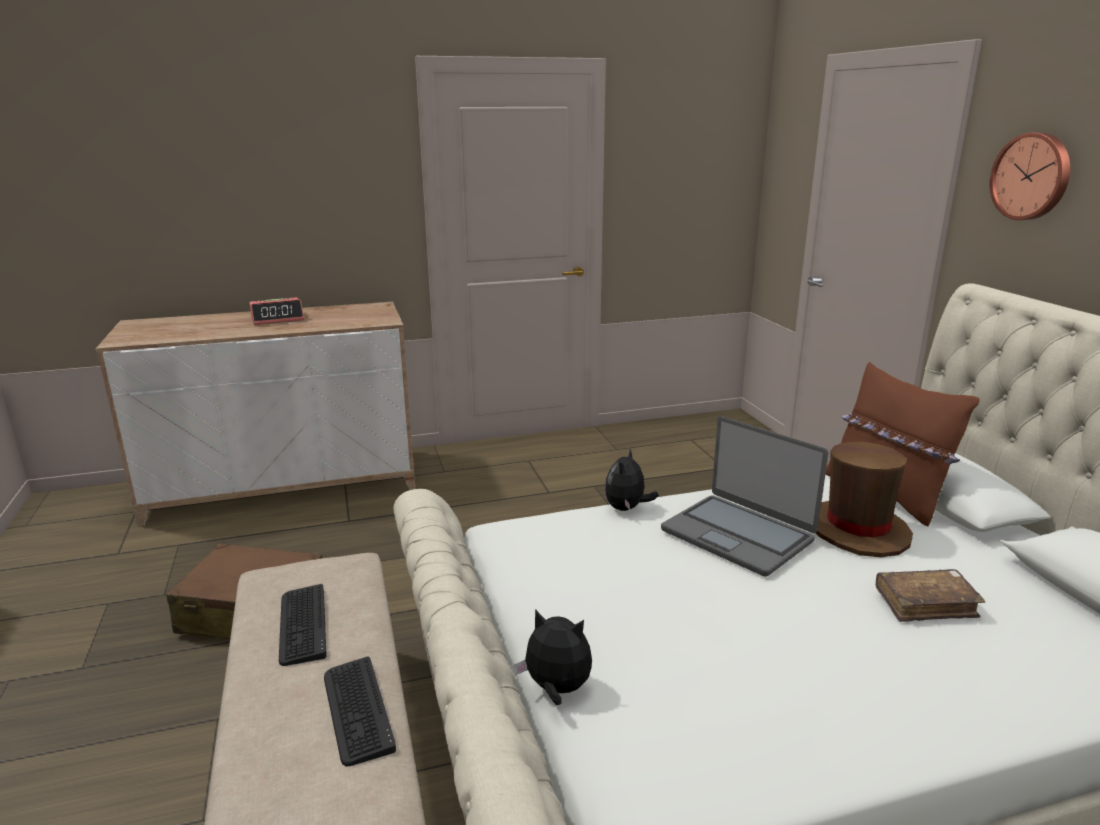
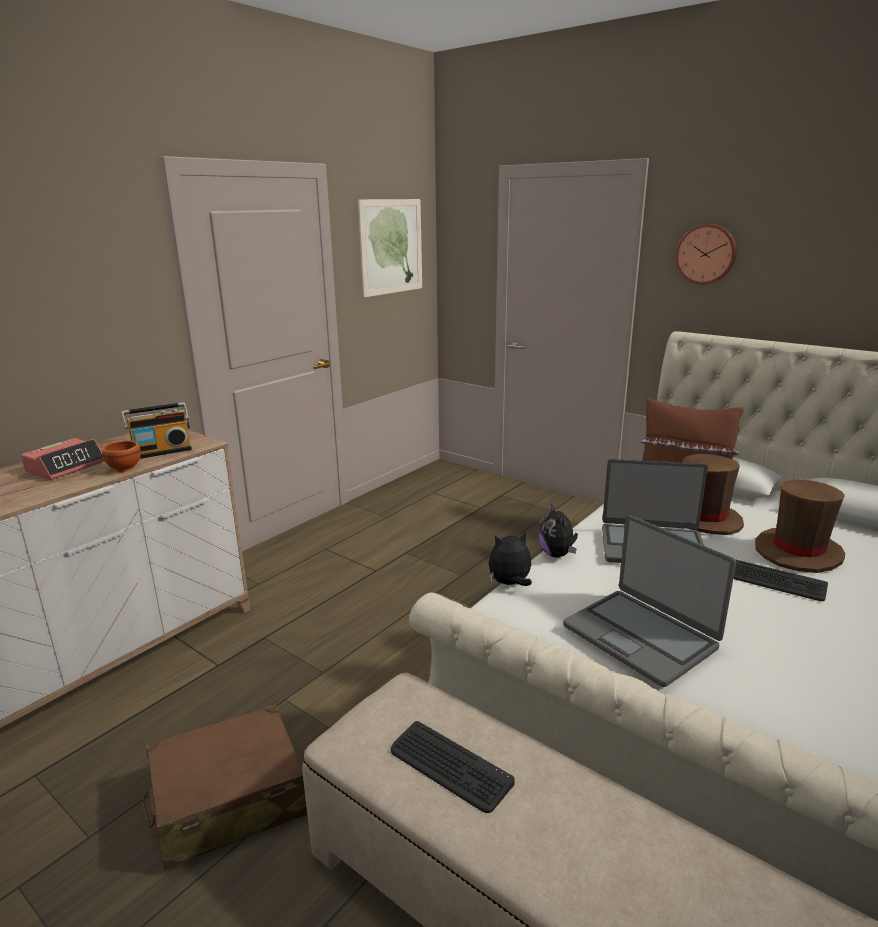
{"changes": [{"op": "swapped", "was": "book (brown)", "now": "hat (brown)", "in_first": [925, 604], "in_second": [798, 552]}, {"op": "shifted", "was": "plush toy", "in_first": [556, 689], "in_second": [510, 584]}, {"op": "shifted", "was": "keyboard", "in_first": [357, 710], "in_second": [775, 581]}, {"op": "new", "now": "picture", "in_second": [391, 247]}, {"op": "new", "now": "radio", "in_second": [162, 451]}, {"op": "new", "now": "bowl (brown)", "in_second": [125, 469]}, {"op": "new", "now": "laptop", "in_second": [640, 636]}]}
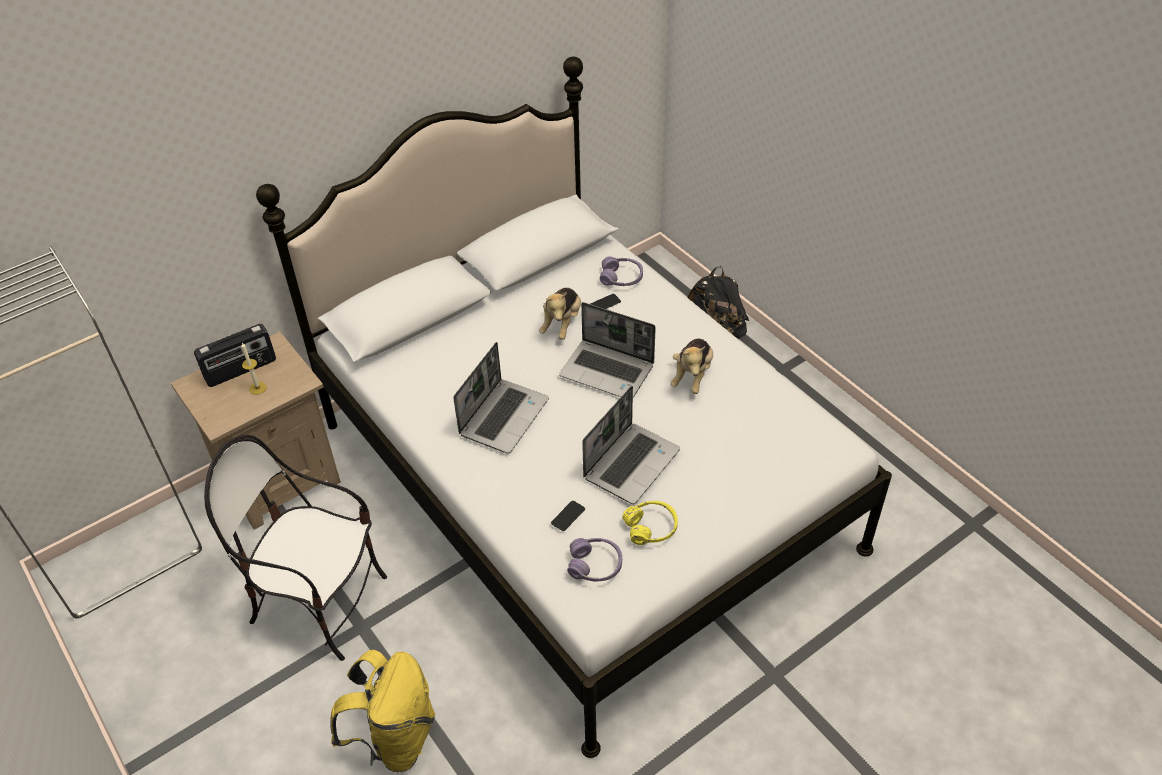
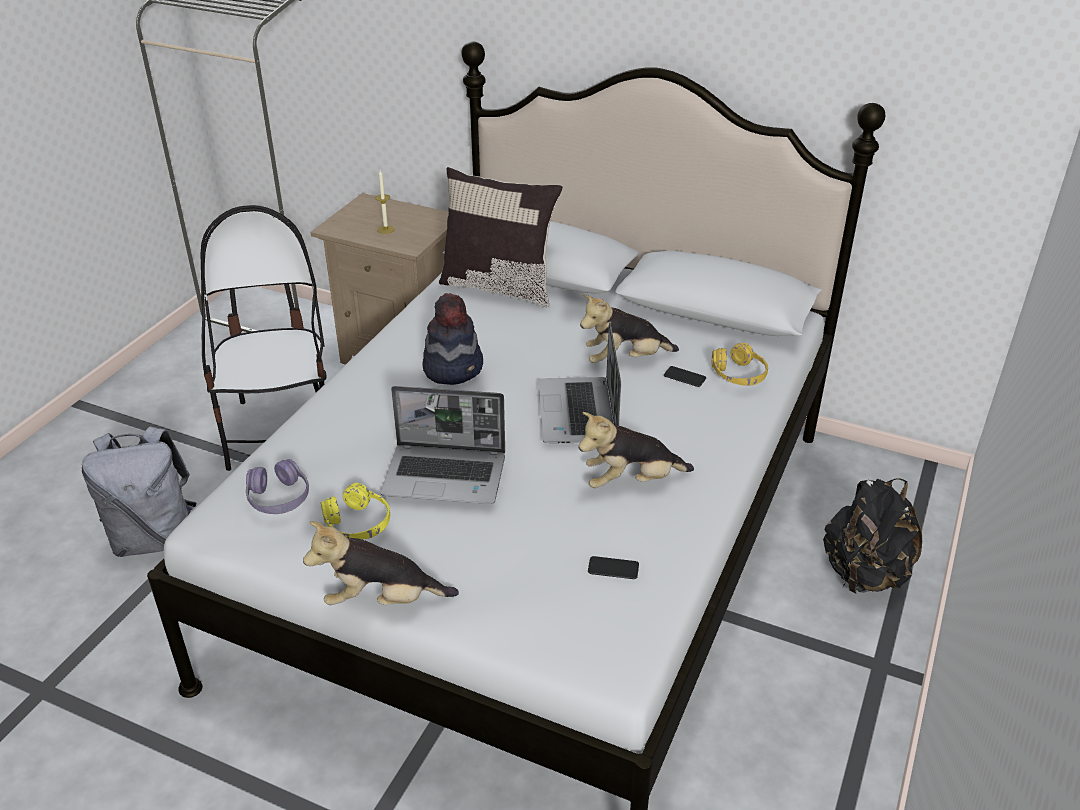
{"changes": [{"op": "repainted", "was": "headphones (purple)", "now": "headphones (yellow)", "in_first": [621, 278], "in_second": [738, 375]}, {"op": "gone", "was": "radio", "in_first": [241, 370]}, {"op": "swapped", "was": "laptop", "now": "hat", "in_first": [504, 416], "in_second": [454, 368]}, {"op": "shifted", "was": "phone", "in_first": [568, 516], "in_second": [613, 568]}, {"op": "repainted", "was": "backpack (yellow)", "now": "backpack (grey)", "in_first": [395, 738], "in_second": [155, 538]}, {"op": "new", "now": "pillow", "in_second": [499, 287]}, {"op": "new", "now": "plush toy", "in_second": [382, 600]}]}
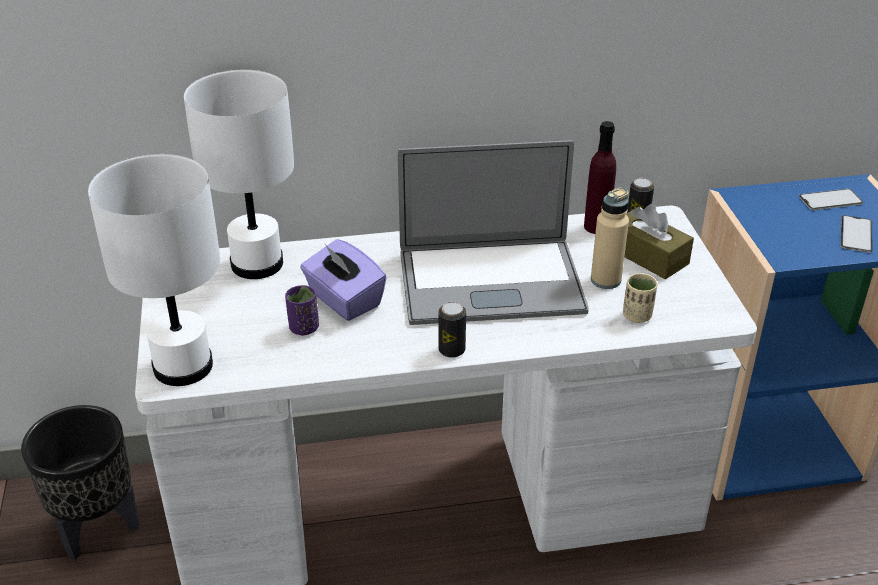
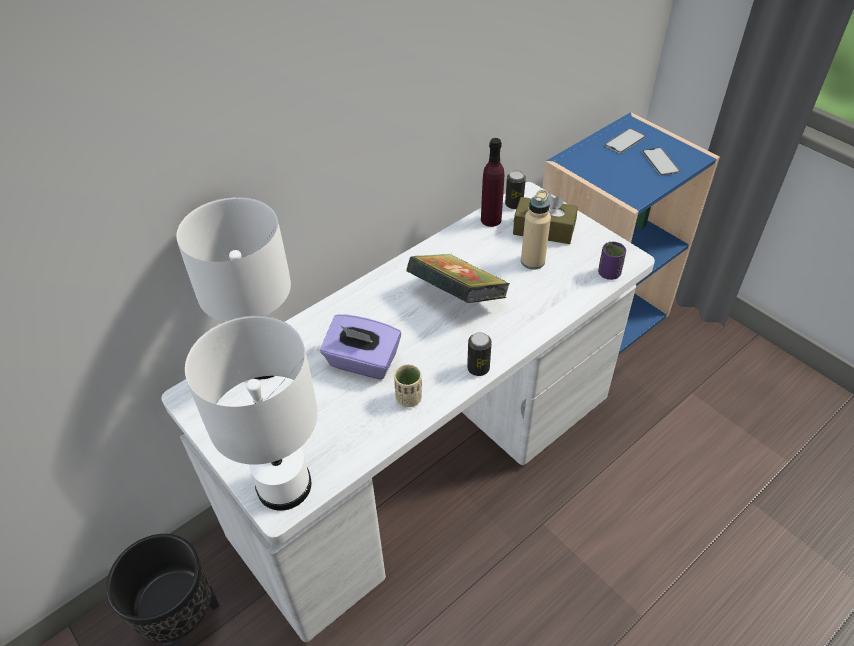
{"changes": [{"op": "swapped", "was": "laptop", "now": "book", "in_first": [490, 282], "in_second": [457, 297]}, {"op": "shifted", "was": "cup (beige)", "in_first": [637, 316], "in_second": [409, 398]}, {"op": "shifted", "was": "cup (purple)", "in_first": [304, 328], "in_second": [609, 273]}]}
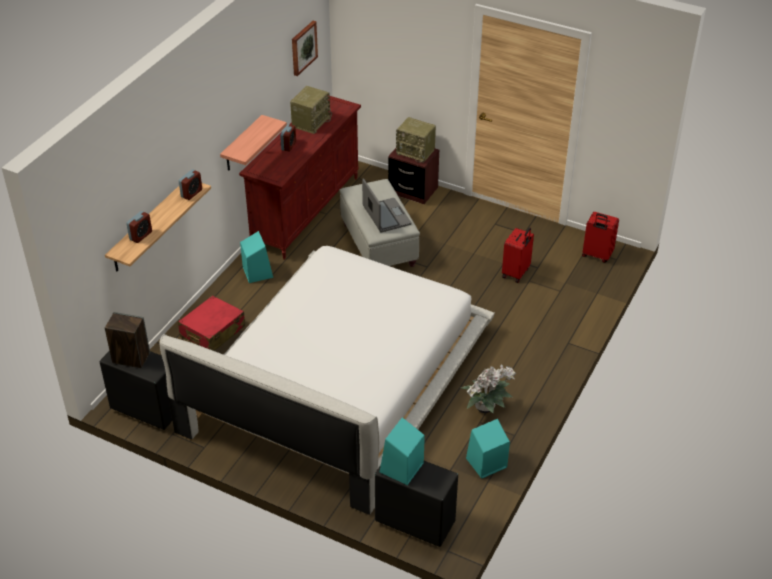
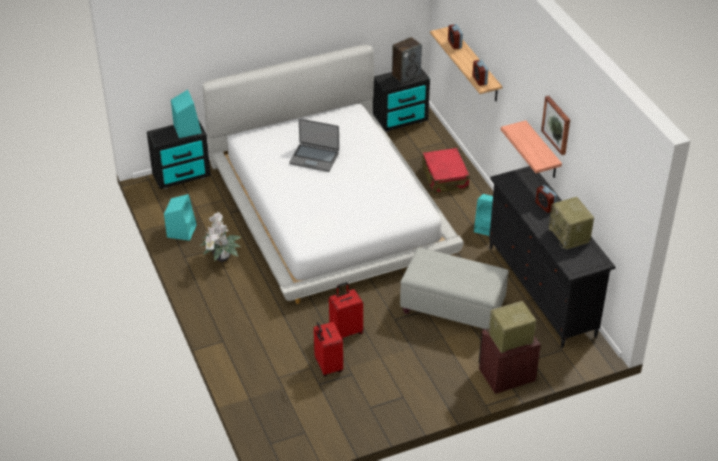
{"changes": [{"op": "shifted", "was": "picture", "in_first": [303, 47], "in_second": [557, 124]}, {"op": "repainted", "was": "dresser (red)", "now": "dresser (black)", "in_first": [306, 212], "in_second": [541, 291]}, {"op": "shifted", "was": "laptop", "in_first": [386, 216], "in_second": [314, 158]}, {"op": "shifted", "was": "suitcase (red)", "in_first": [596, 255], "in_second": [346, 331]}]}
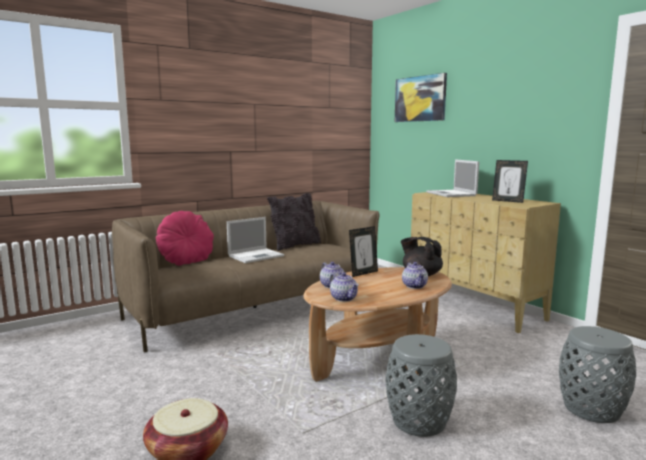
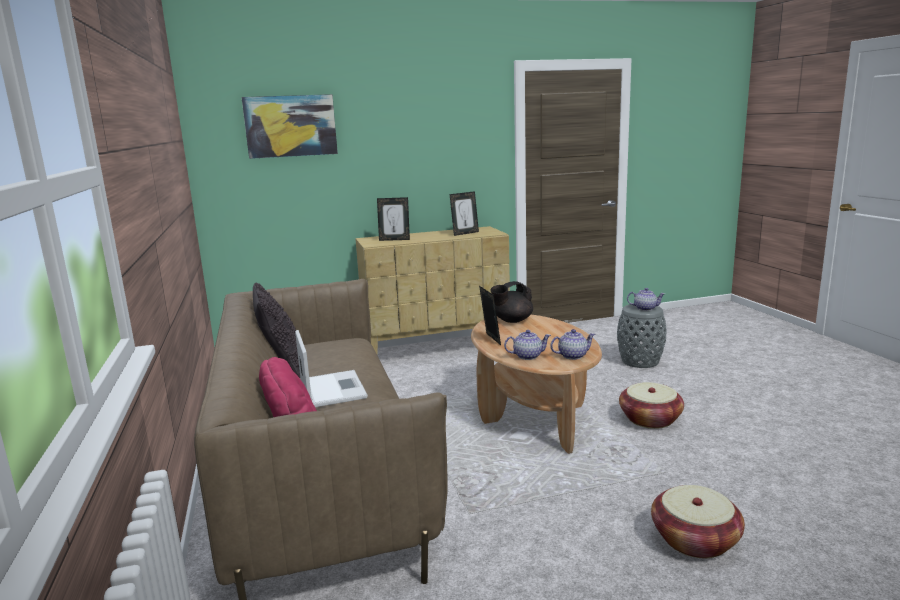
{"changes": [{"op": "swapped", "was": "laptop", "now": "picture frame", "in_first": [451, 194], "in_second": [394, 239]}, {"op": "shifted", "was": "teapot", "in_first": [415, 286], "in_second": [645, 308]}, {"op": "swapped", "was": "stool (grey)", "now": "basket", "in_first": [418, 421], "in_second": [650, 419]}]}
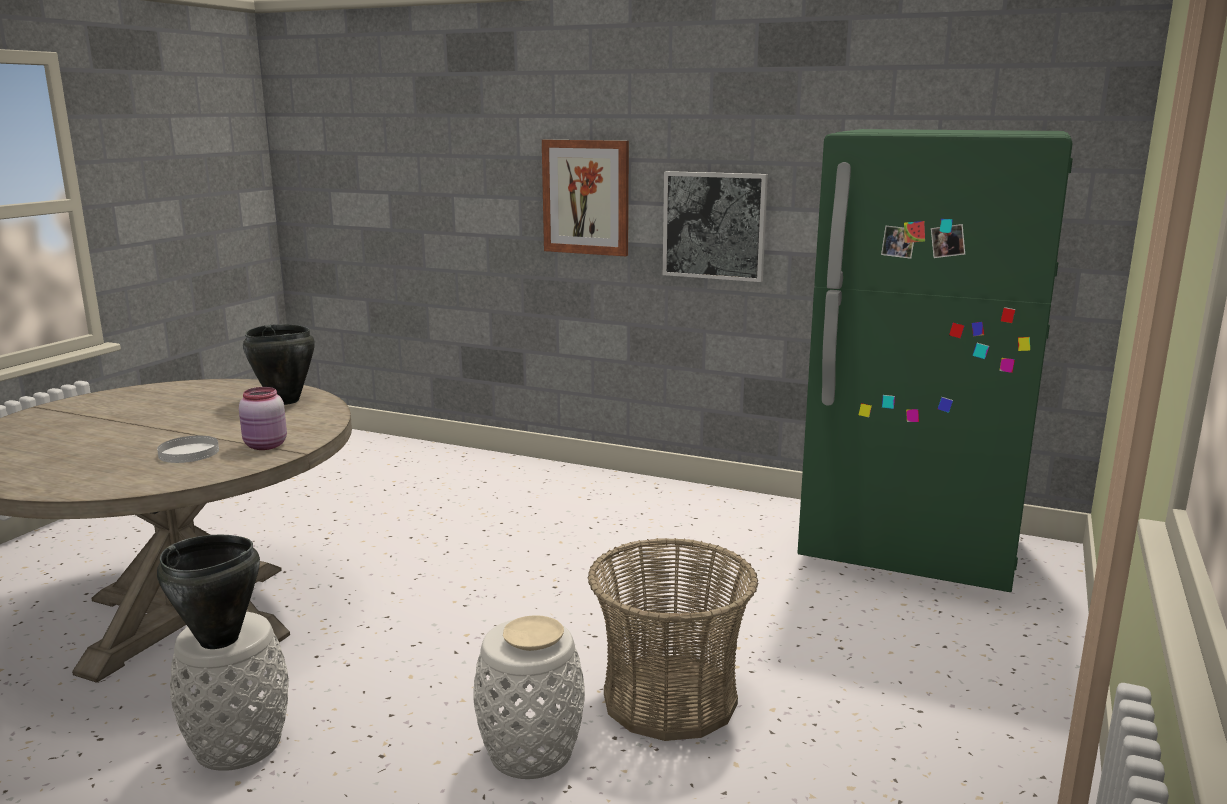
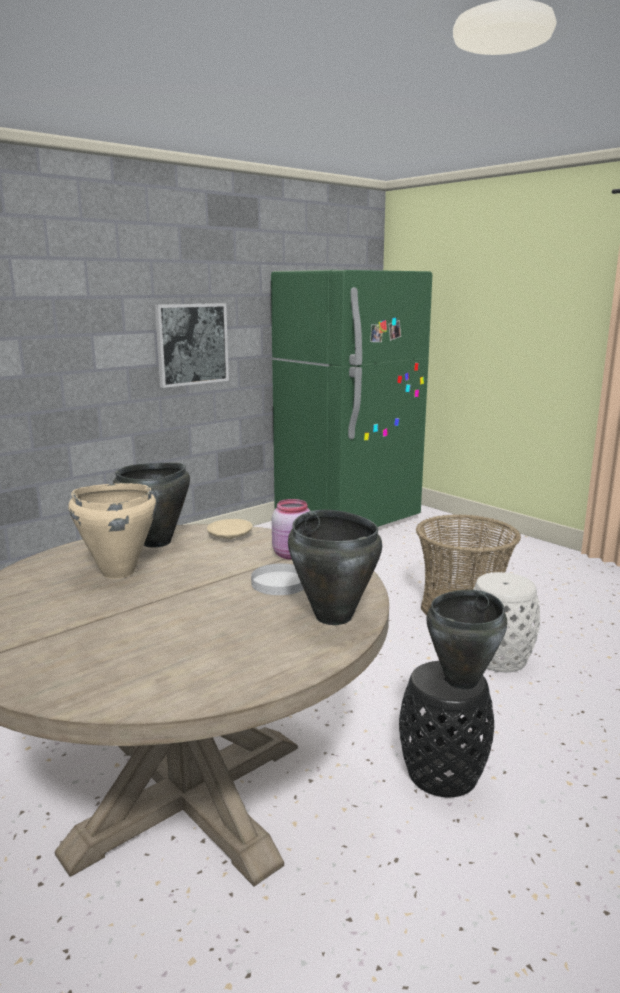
{"changes": [{"op": "gone", "was": "picture", "in_first": [586, 197]}, {"op": "repainted", "was": "stool (white)", "now": "stool (black)", "in_first": [238, 745], "in_second": [442, 774]}, {"op": "shifted", "was": "plate (beige)", "in_first": [533, 642], "in_second": [229, 535]}, {"op": "new", "now": "cooking pot (beige)", "in_second": [118, 572]}, {"op": "new", "now": "cooking pot (black)", "in_second": [334, 616]}]}
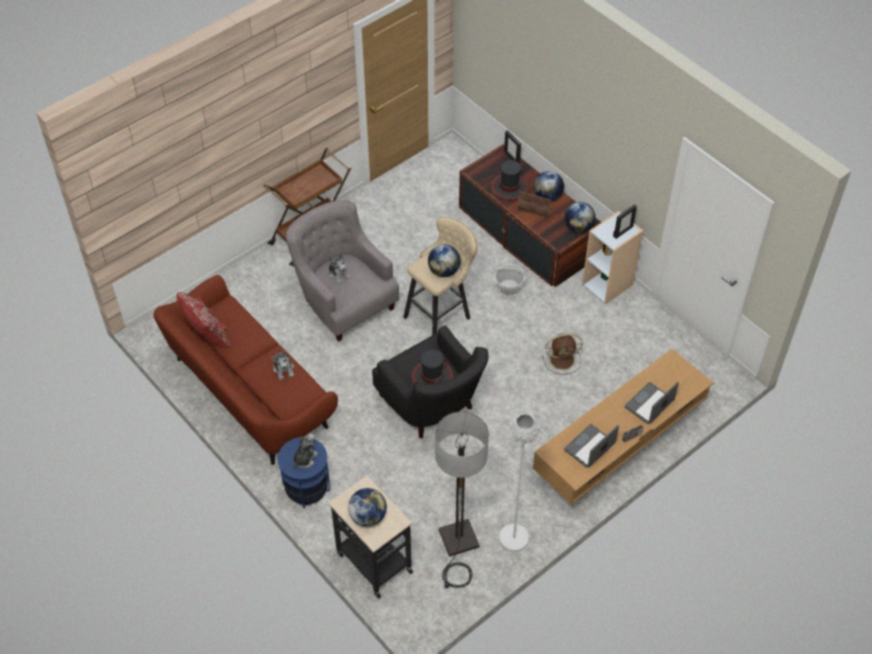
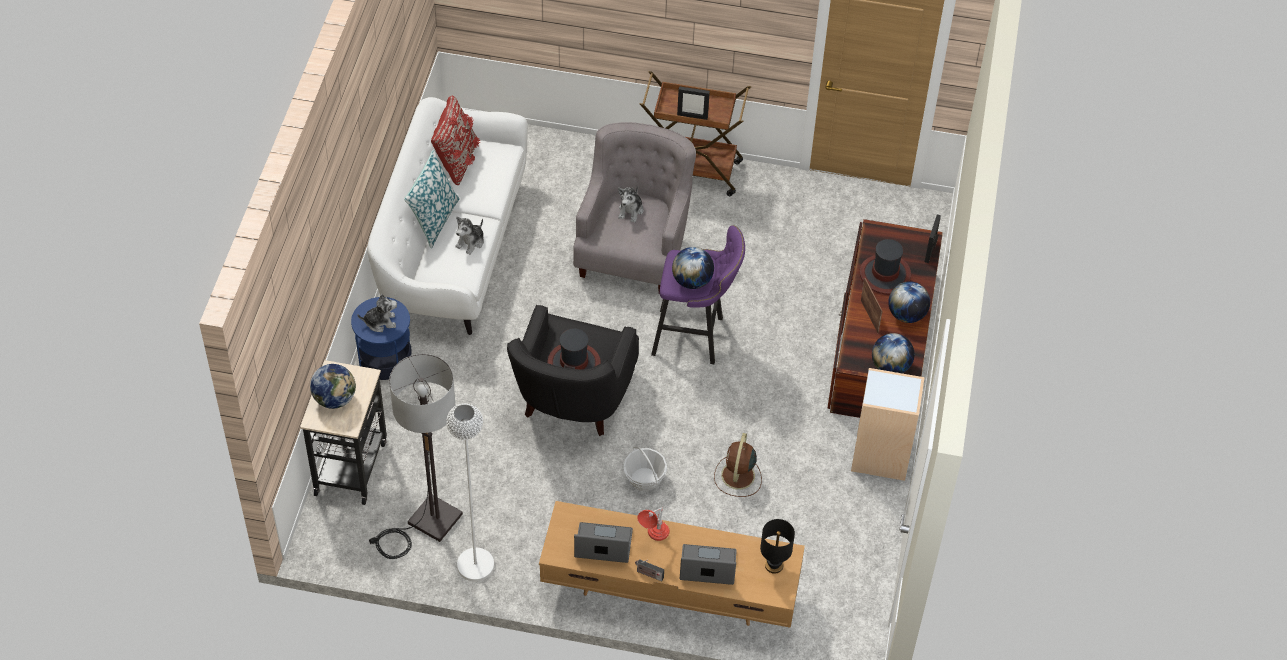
{"changes": [{"op": "shifted", "was": "picture frame", "in_first": [623, 231], "in_second": [692, 115]}, {"op": "repainted", "was": "stool (beige)", "now": "stool (purple)", "in_first": [442, 313], "in_second": [697, 337]}, {"op": "shifted", "was": "basket", "in_first": [509, 287], "in_second": [644, 479]}, {"op": "repainted", "was": "sofa (brown)", "now": "sofa (white)", "in_first": [249, 394], "in_second": [453, 249]}, {"op": "rotated", "was": "fan (brown)", "in_first": [563, 360], "in_second": [737, 477], "clockwise": 60}, {"op": "new", "now": "pillow", "in_second": [434, 220]}, {"op": "new", "now": "table lamp (red)", "in_second": [654, 536]}, {"op": "new", "now": "table lamp (black)", "in_second": [773, 565]}]}
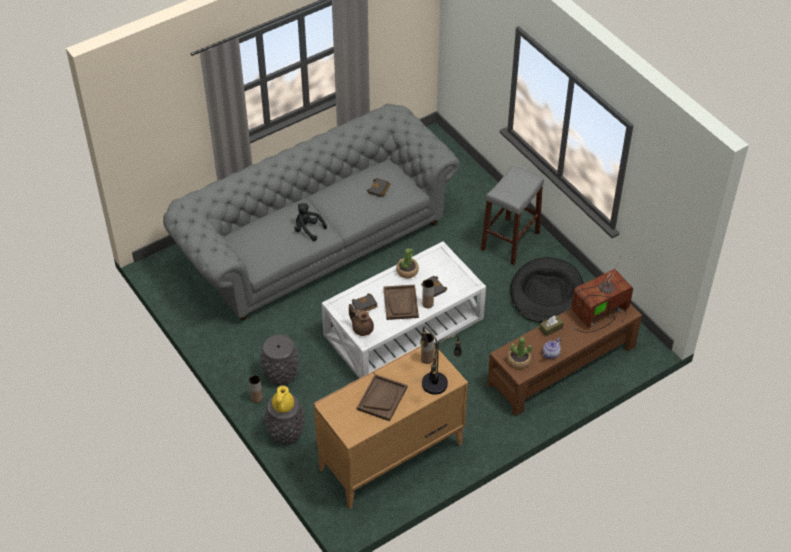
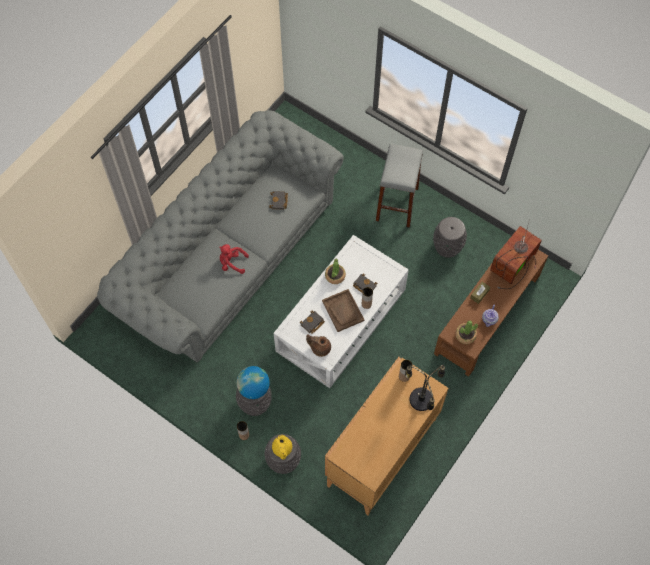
{"changes": [{"op": "repainted", "was": "plush toy (black)", "now": "plush toy (red)", "in_first": [308, 230], "in_second": [232, 263]}, {"op": "swapped", "was": "dog bed (black)", "now": "stool (grey)", "in_first": [546, 293], "in_second": [447, 247]}, {"op": "gone", "was": "tray (brown)", "in_first": [382, 398]}, {"op": "new", "now": "globe", "in_second": [254, 388]}]}
